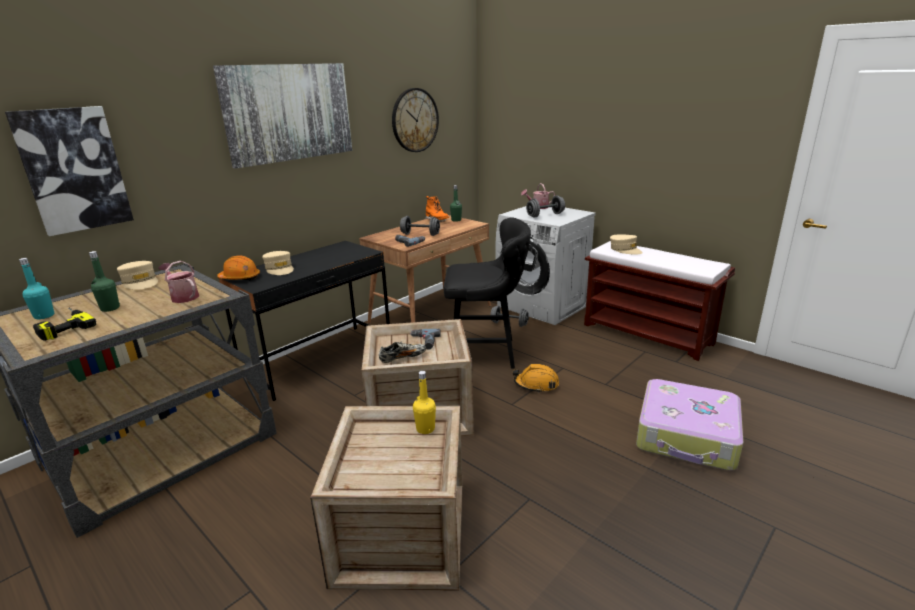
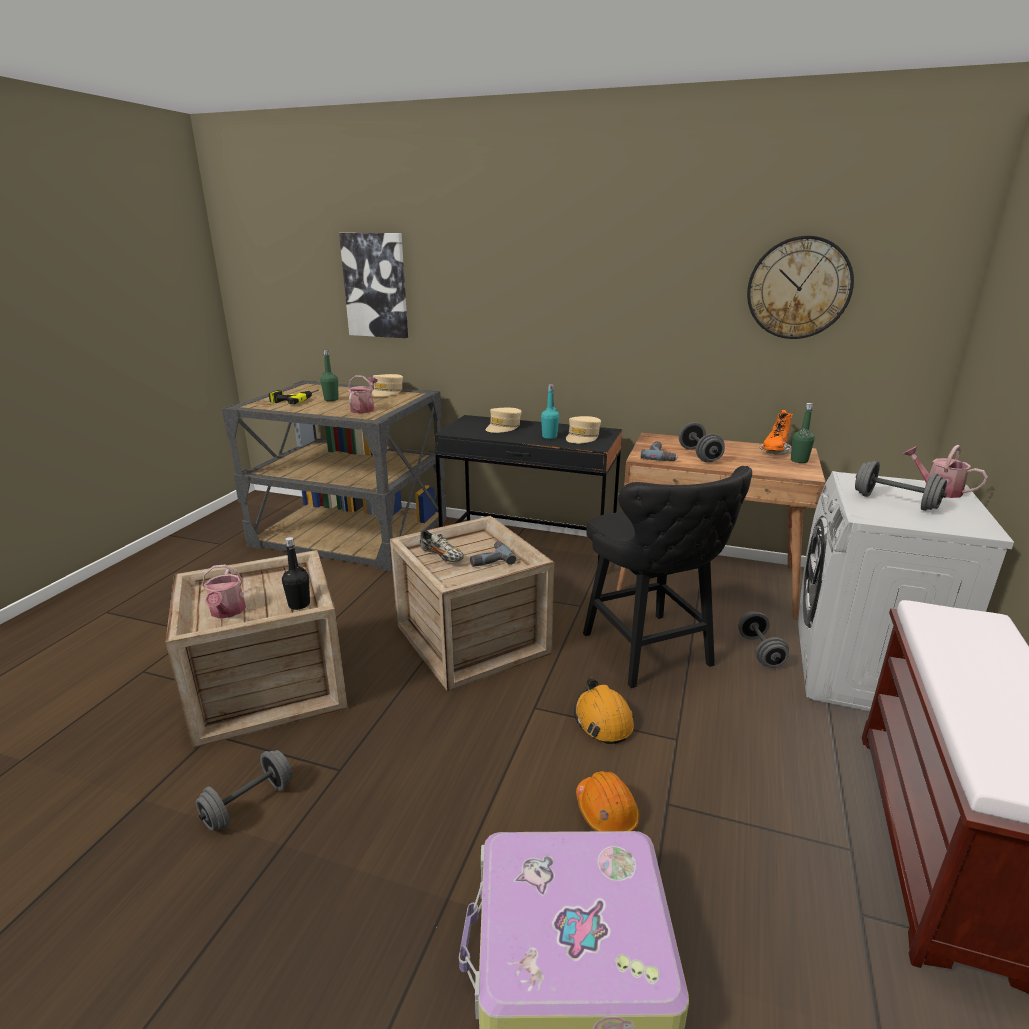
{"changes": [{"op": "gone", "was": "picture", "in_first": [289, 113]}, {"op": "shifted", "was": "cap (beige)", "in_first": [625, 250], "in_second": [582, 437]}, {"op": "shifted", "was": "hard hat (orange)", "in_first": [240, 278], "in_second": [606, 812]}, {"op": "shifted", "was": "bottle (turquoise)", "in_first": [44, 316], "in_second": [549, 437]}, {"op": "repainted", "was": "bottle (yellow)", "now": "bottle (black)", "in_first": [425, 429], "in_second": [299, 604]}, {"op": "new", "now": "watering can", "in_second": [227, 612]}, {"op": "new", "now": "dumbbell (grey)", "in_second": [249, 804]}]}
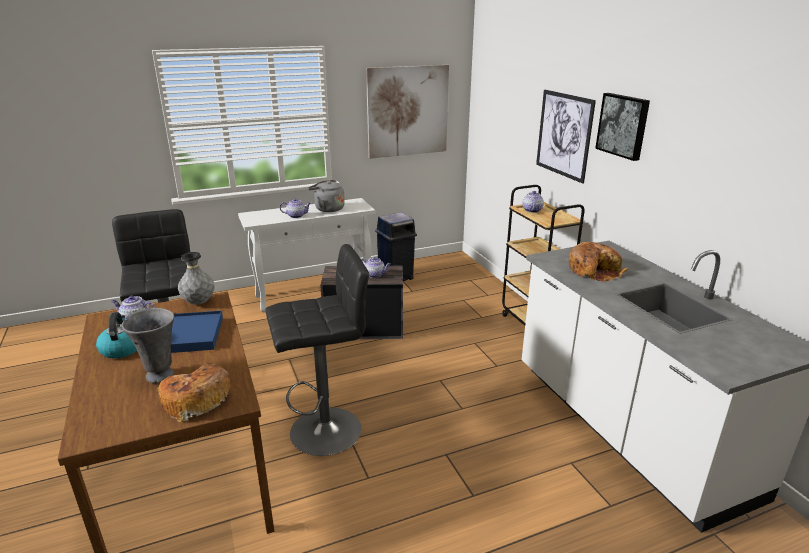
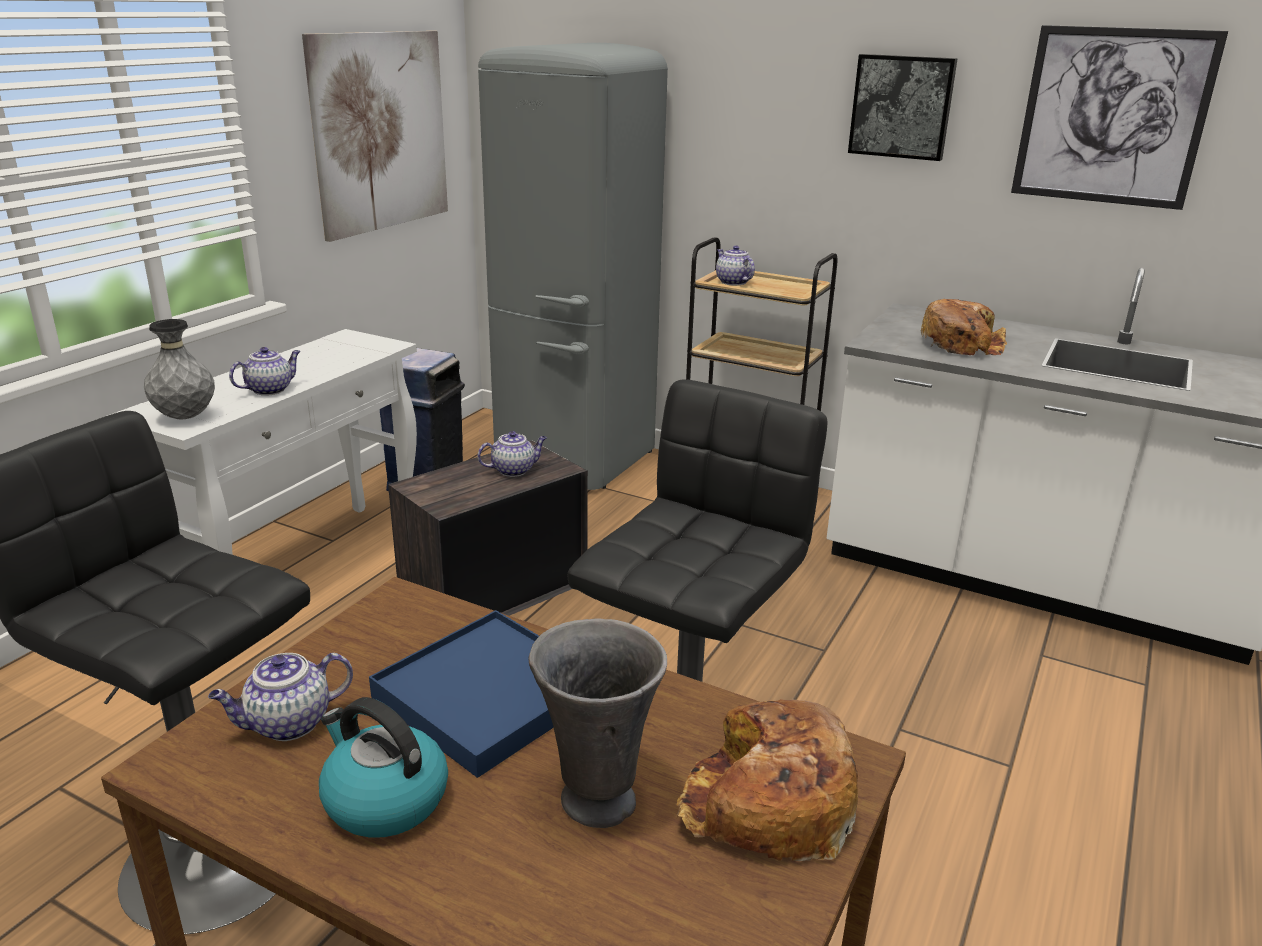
{"changes": [{"op": "shifted", "was": "picture", "in_first": [564, 135], "in_second": [1112, 117]}, {"op": "gone", "was": "kettle (grey)", "in_first": [327, 209]}, {"op": "shifted", "was": "vase (grey)", "in_first": [199, 303], "in_second": [185, 417]}, {"op": "new", "now": "fridge (grey)", "in_second": [573, 460]}]}
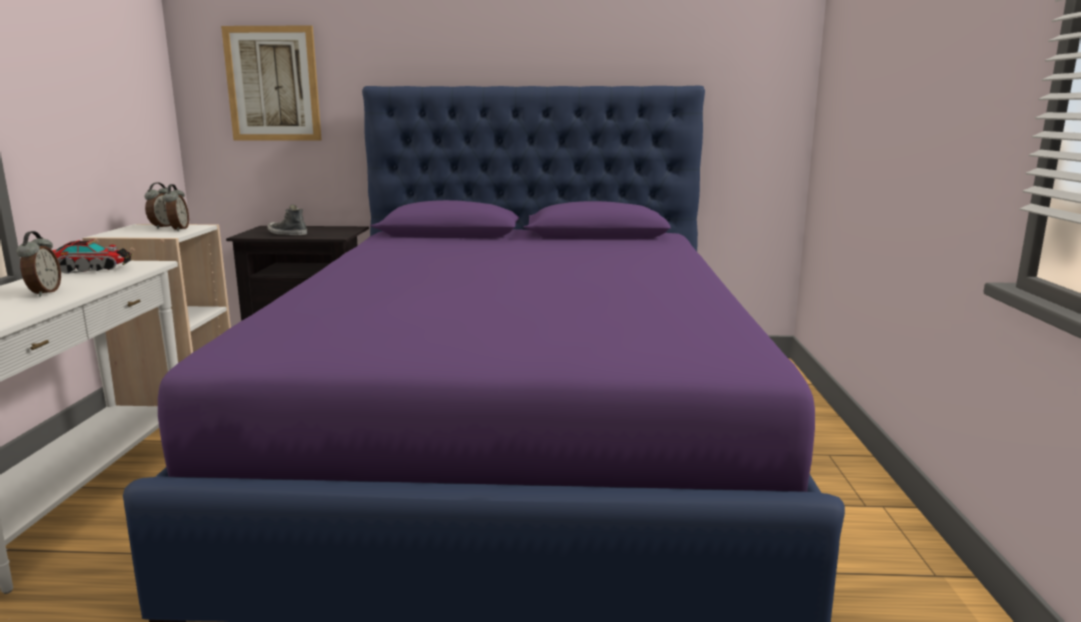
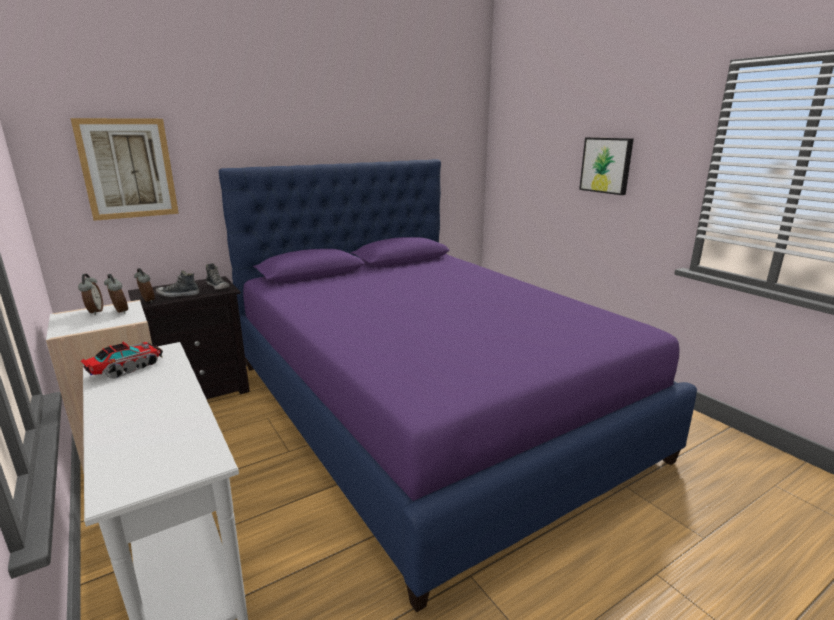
{"changes": [{"op": "shifted", "was": "alarm clock", "in_first": [43, 293], "in_second": [147, 301]}, {"op": "new", "now": "picture", "in_second": [606, 165]}, {"op": "new", "now": "shoe", "in_second": [218, 287]}]}
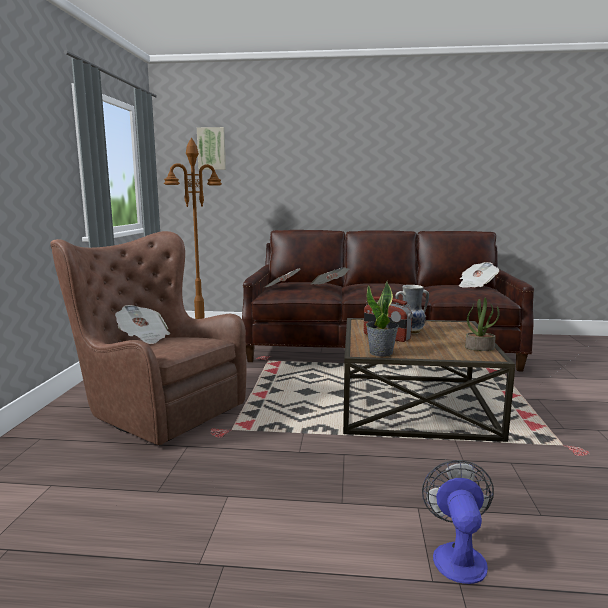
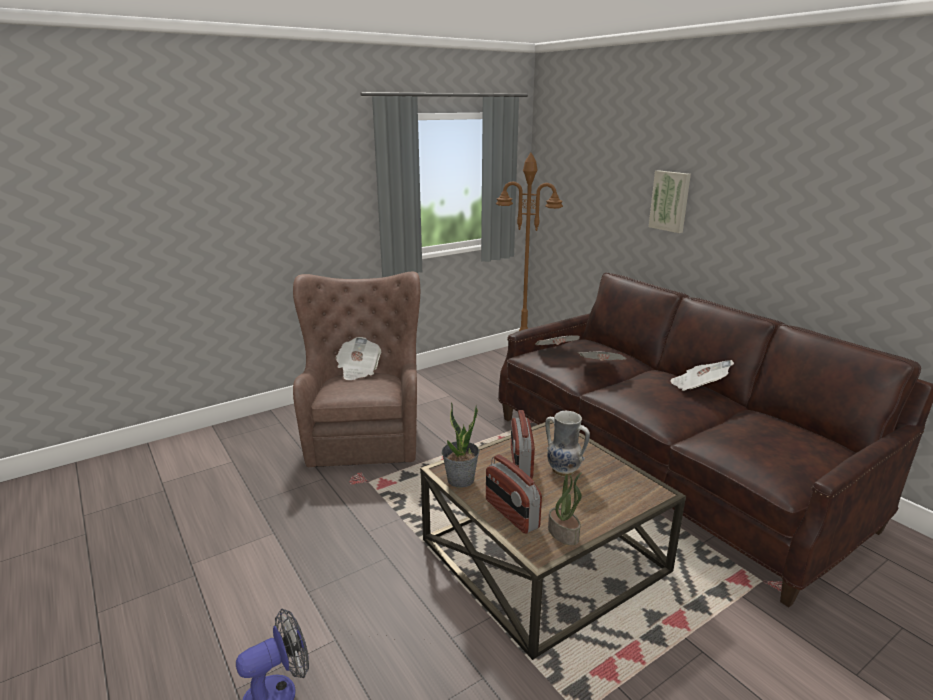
{"changes": [{"op": "shifted", "was": "picture", "in_first": [211, 148], "in_second": [670, 201]}, {"op": "shifted", "was": "newspaper", "in_first": [476, 285], "in_second": [698, 387]}, {"op": "new", "now": "radio", "in_second": [511, 514]}]}
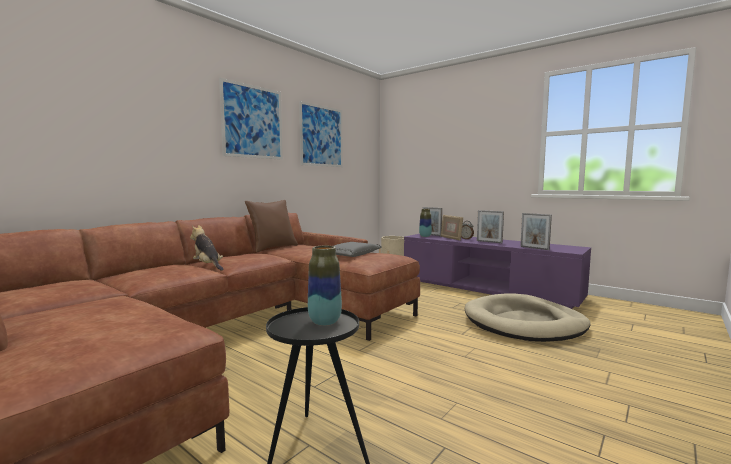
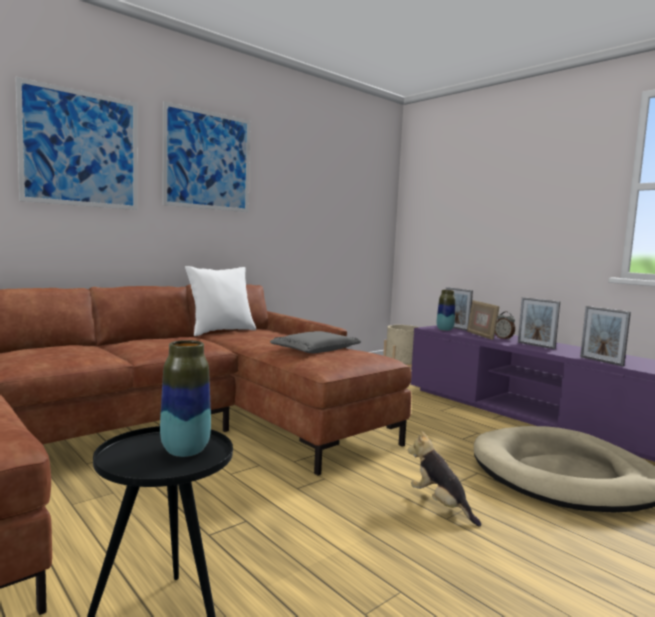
{"changes": [{"op": "shifted", "was": "picture", "in_first": [321, 136], "in_second": [81, 149]}, {"op": "repainted", "was": "pillow (brown)", "now": "pillow (white)", "in_first": [273, 248], "in_second": [221, 331]}, {"op": "shifted", "was": "plush toy", "in_first": [208, 266], "in_second": [440, 505]}]}
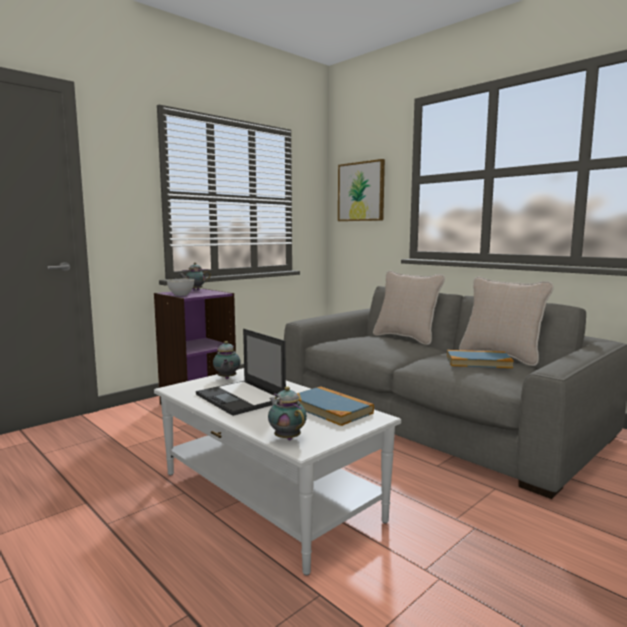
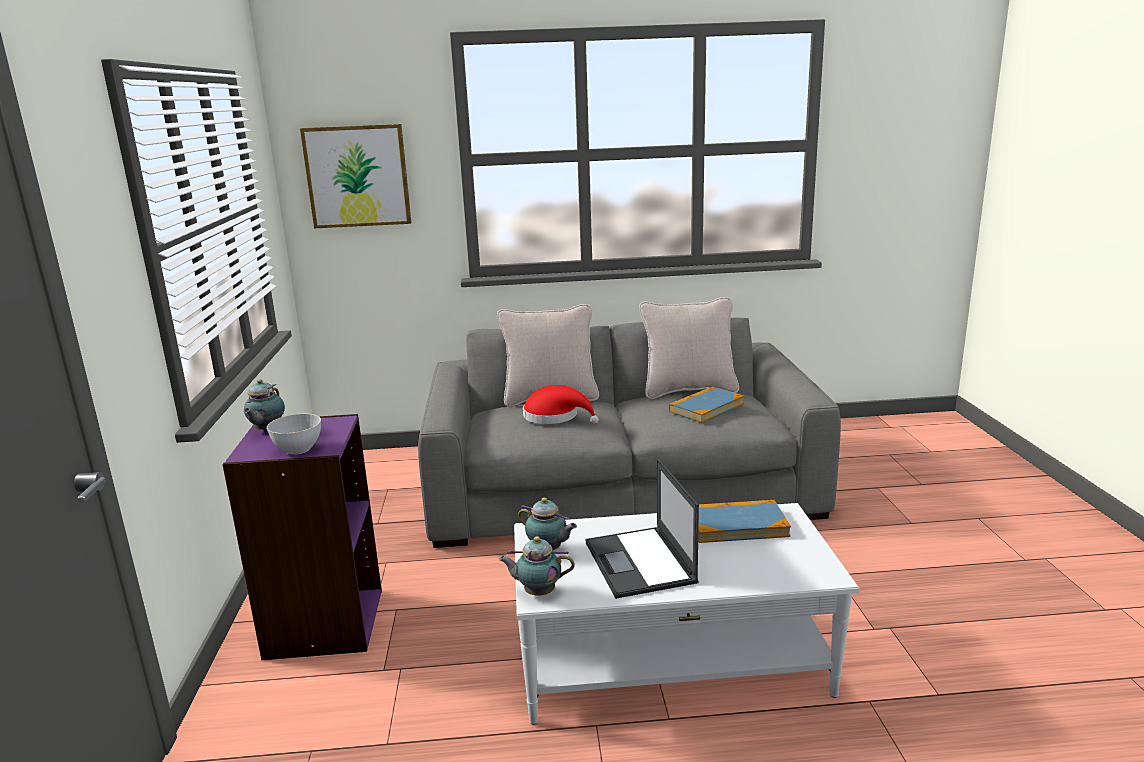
{"changes": [{"op": "rotated", "was": "laptop", "in_first": [241, 398], "in_second": [640, 563], "clockwise": 75}, {"op": "shifted", "was": "teapot", "in_first": [286, 437], "in_second": [537, 592]}, {"op": "new", "now": "hat (red)", "in_second": [555, 416]}]}
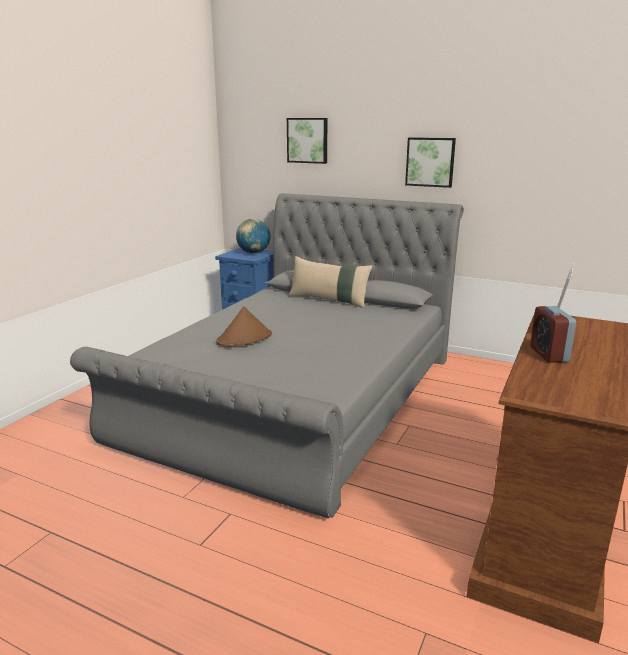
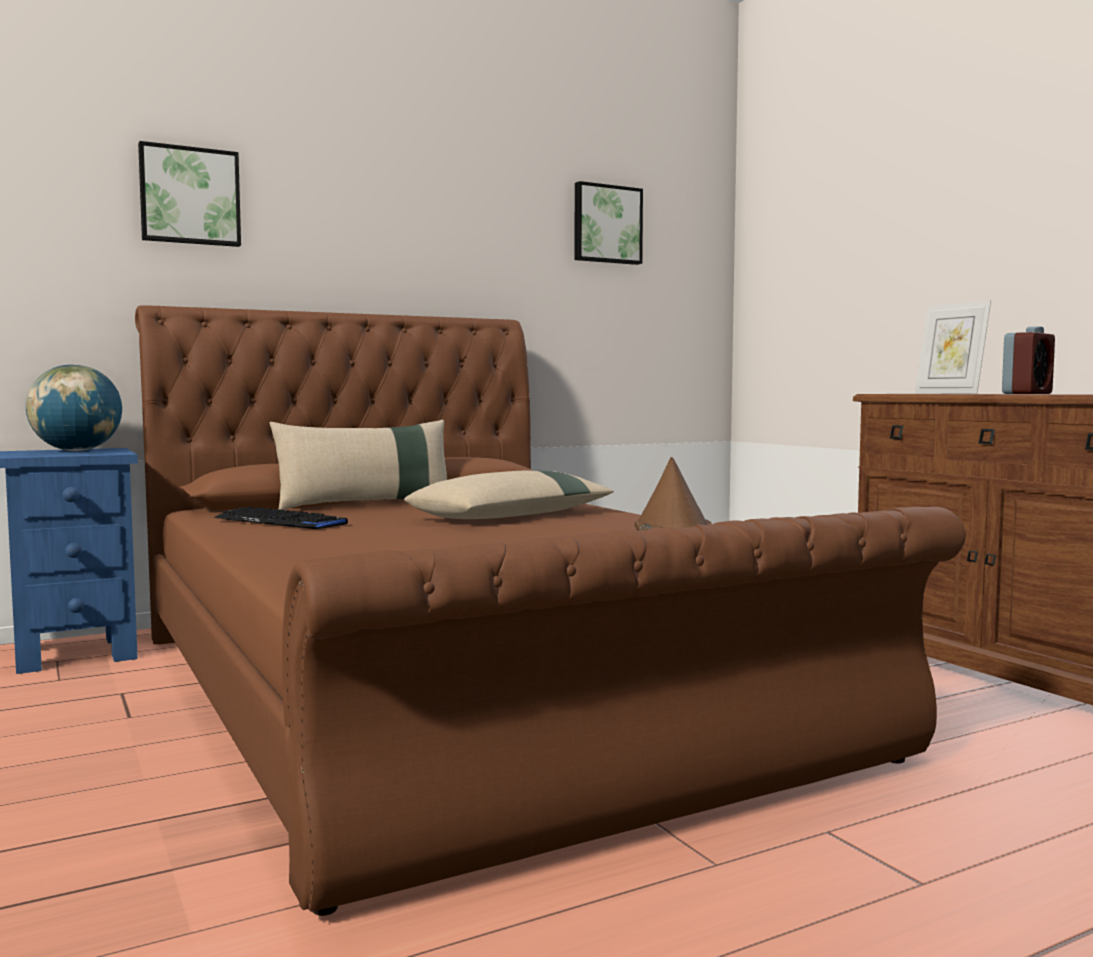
{"changes": [{"op": "shifted", "was": "picture", "in_first": [430, 162], "in_second": [606, 224]}, {"op": "repainted", "was": "bed (grey)", "now": "bed (brown)", "in_first": [298, 395], "in_second": [459, 687]}, {"op": "shifted", "was": "hat (brown)", "in_first": [244, 338], "in_second": [672, 528]}, {"op": "rotated", "was": "alarm clock", "in_first": [548, 354], "in_second": [1027, 393], "clockwise": -75}, {"op": "new", "now": "pillow (beige)", "in_second": [513, 516]}, {"op": "new", "now": "keyboard", "in_second": [280, 522]}]}
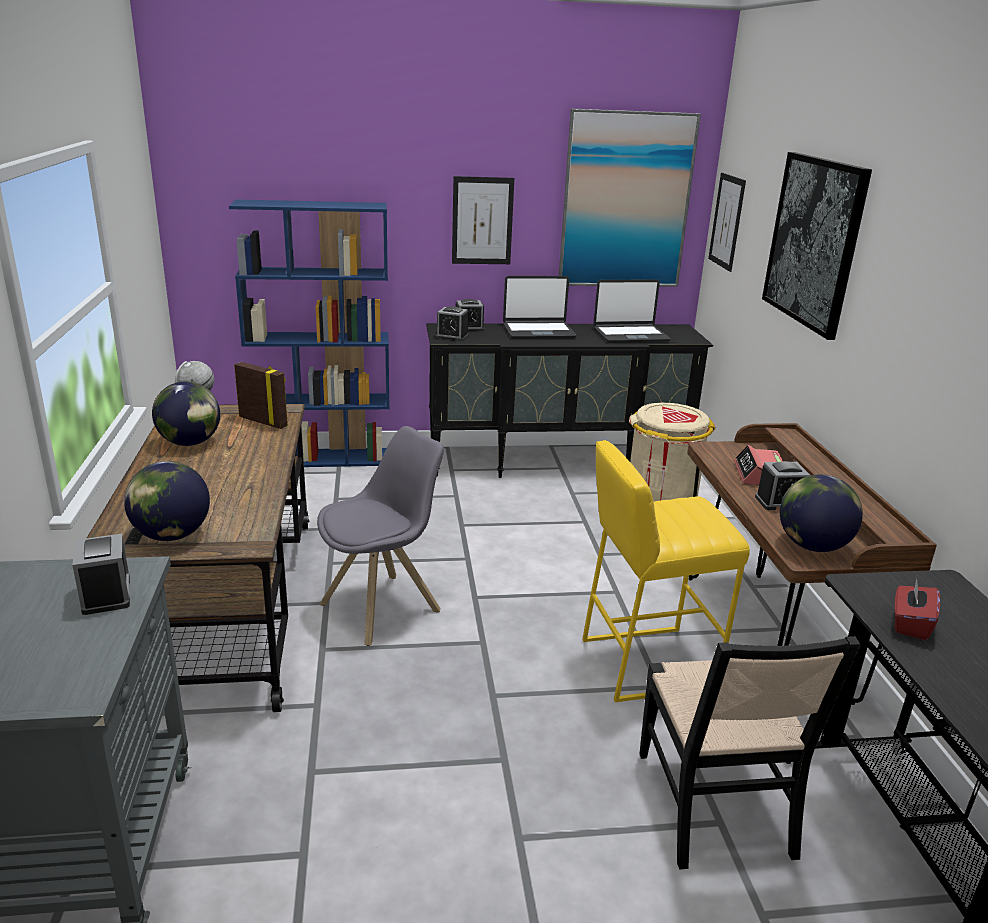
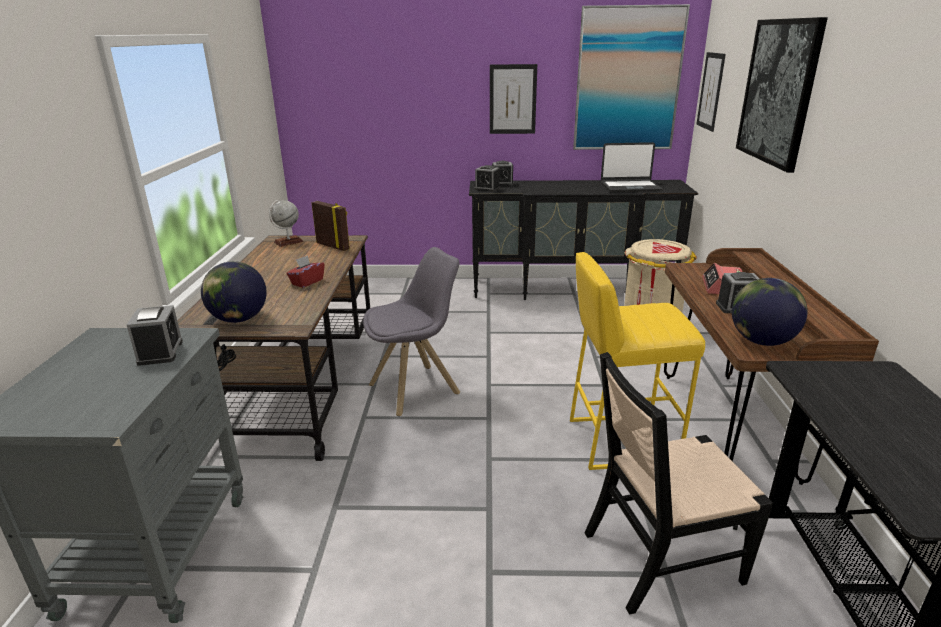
{"changes": [{"op": "gone", "was": "bookcase (blue)", "in_first": [324, 458]}, {"op": "gone", "was": "laptop", "in_first": [538, 331]}, {"op": "gone", "was": "globe", "in_first": [190, 443]}, {"op": "shifted", "was": "tissue box (red)", "in_first": [910, 624], "in_second": [307, 282]}, {"op": "rotated", "was": "chair", "in_first": [712, 804], "in_second": [661, 558], "clockwise": 75}]}
